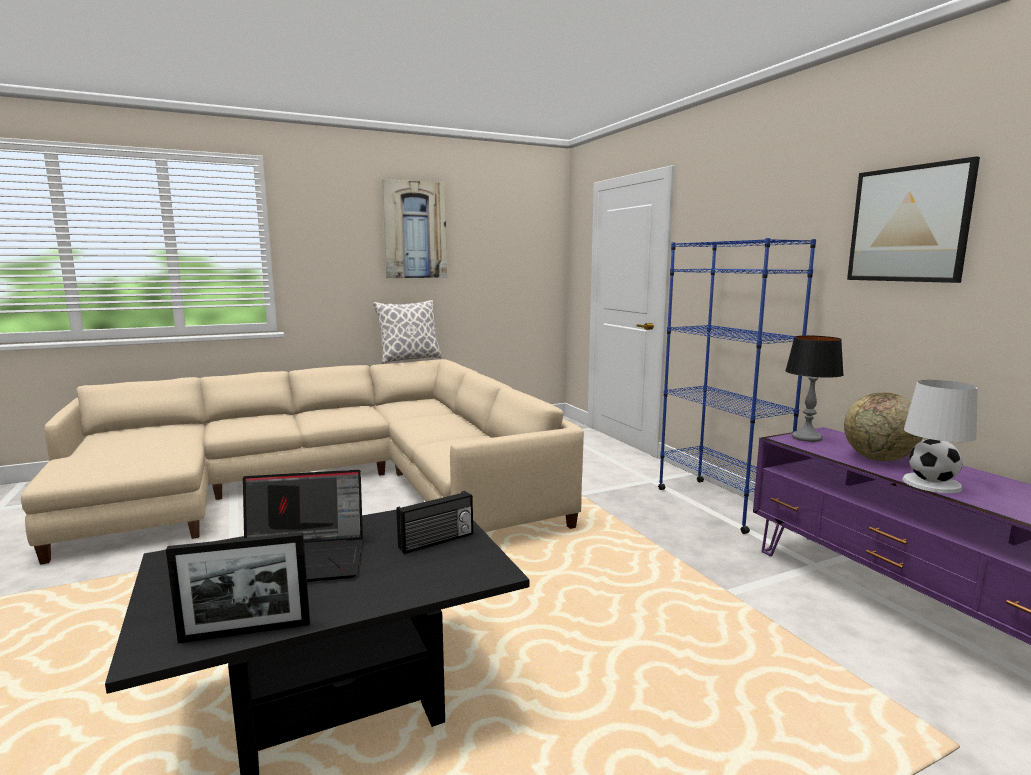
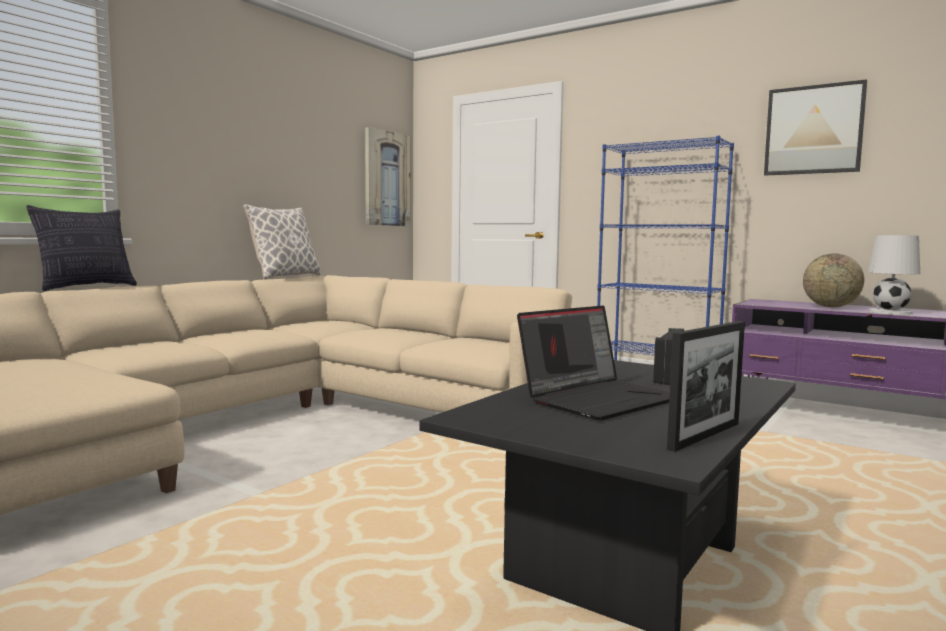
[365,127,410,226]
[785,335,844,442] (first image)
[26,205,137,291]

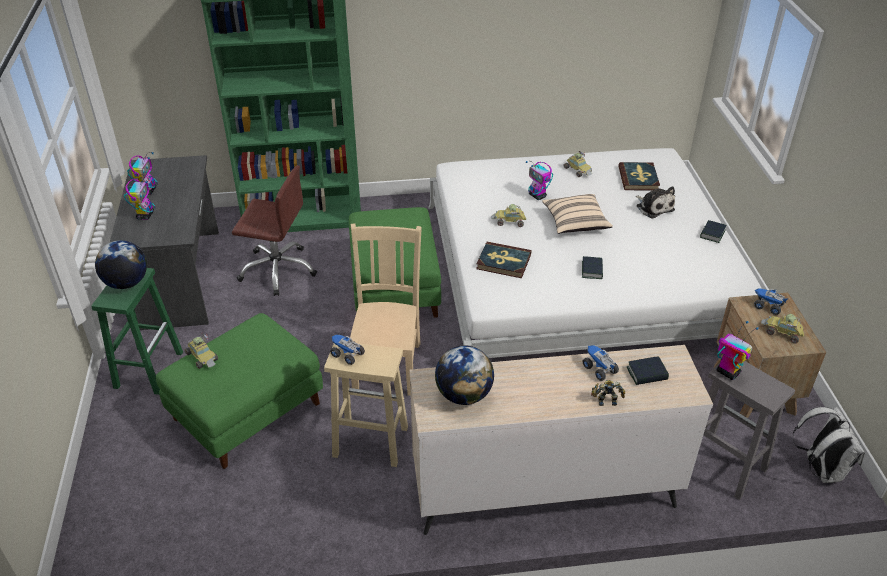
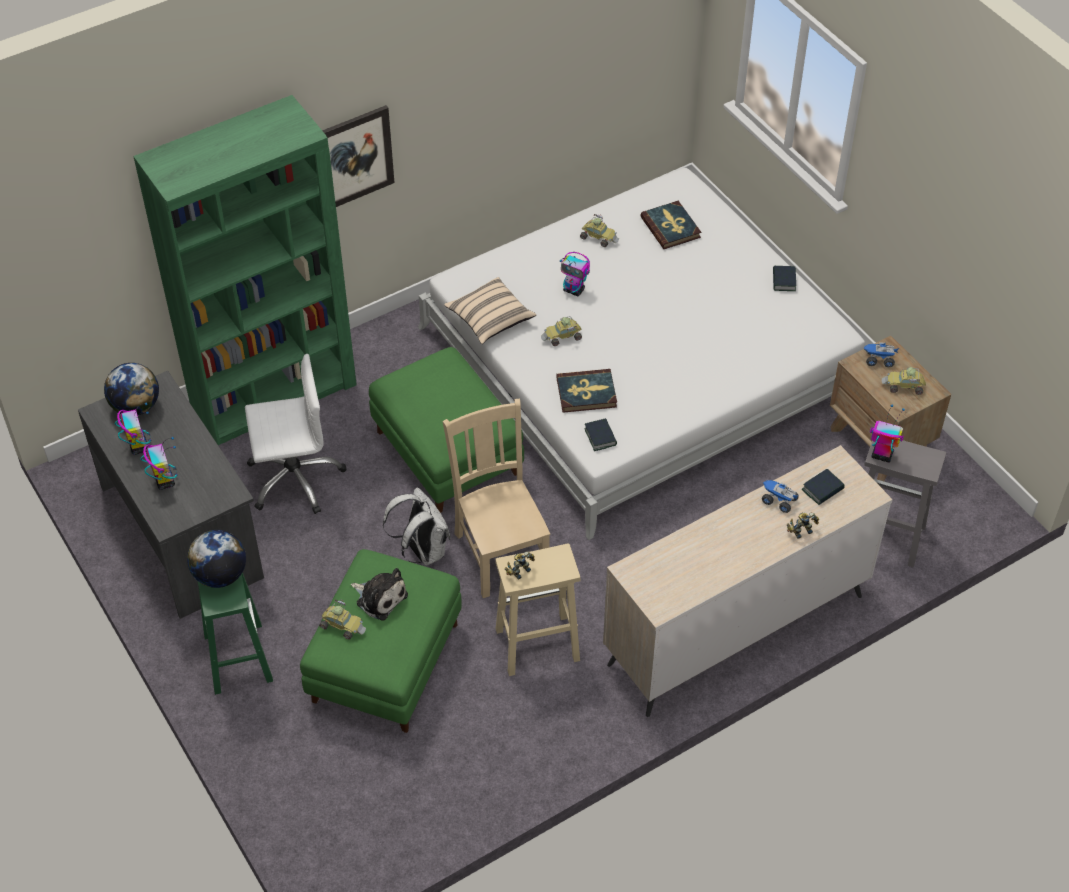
[245,354,346,514]
[505,552,535,579]
[104,363,159,415]
[444,277,536,344]
[584,418,617,451]
[351,568,408,621]
[383,487,451,566]
[322,105,394,207]

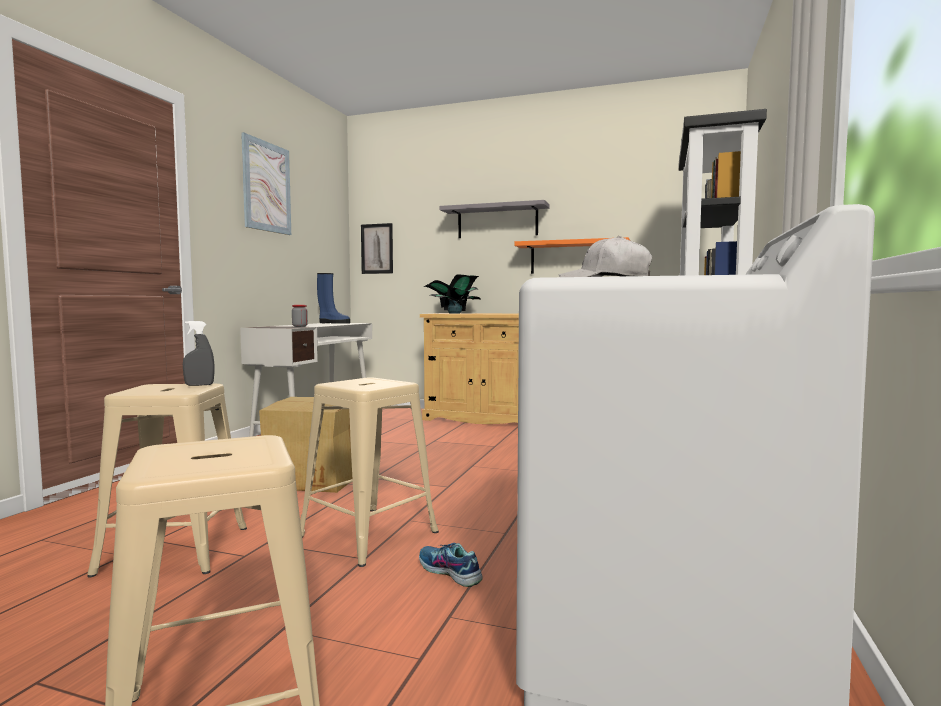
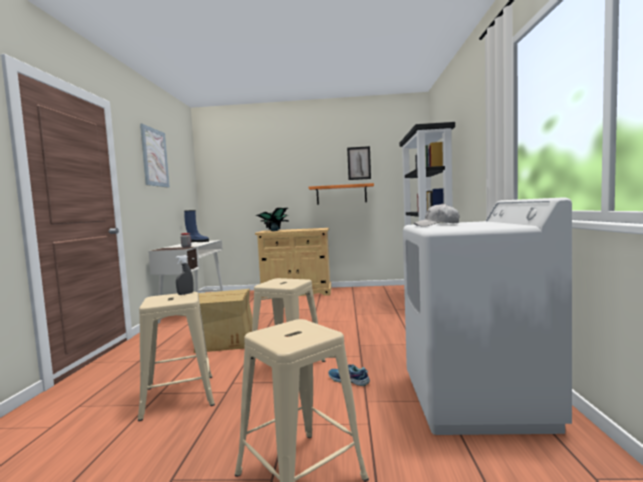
[347,146,371,180]
[440,200,550,238] (first image)

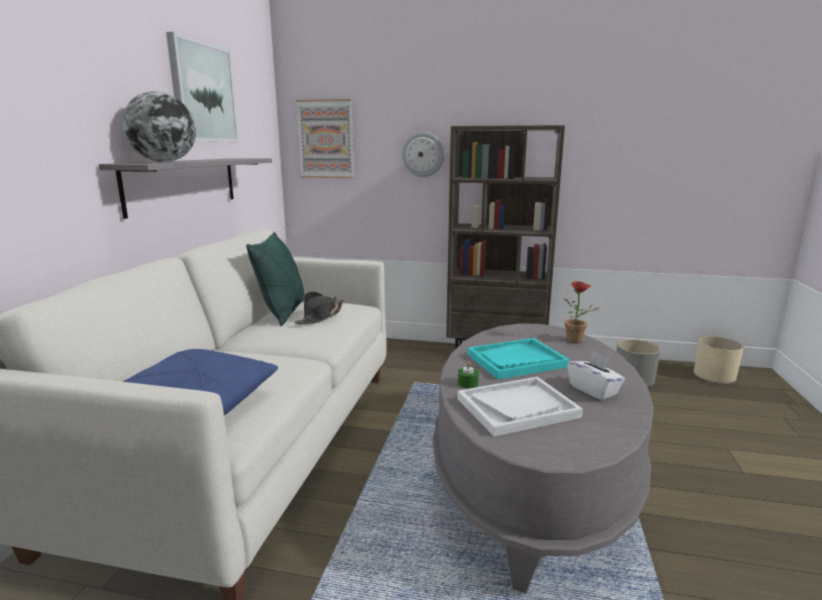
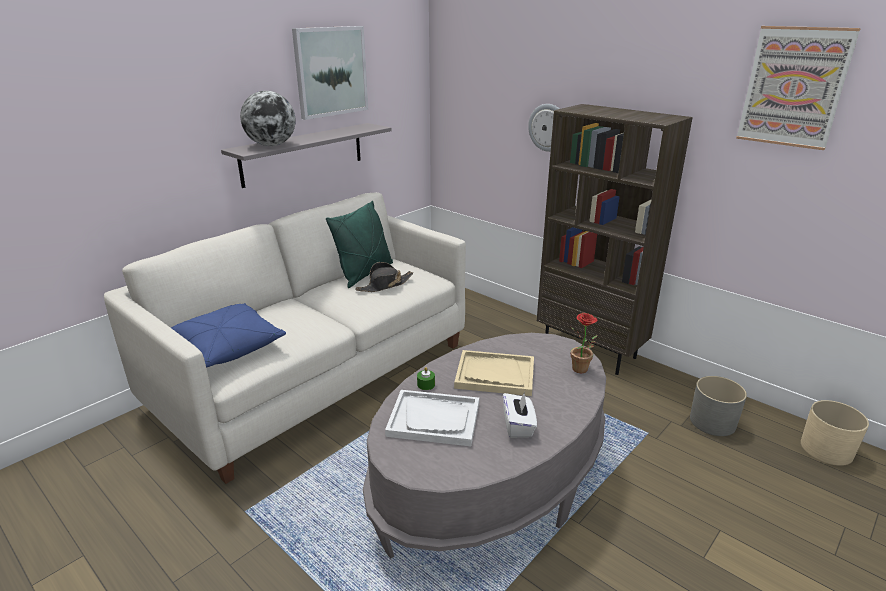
[736,26,861,150]
[454,350,534,396]

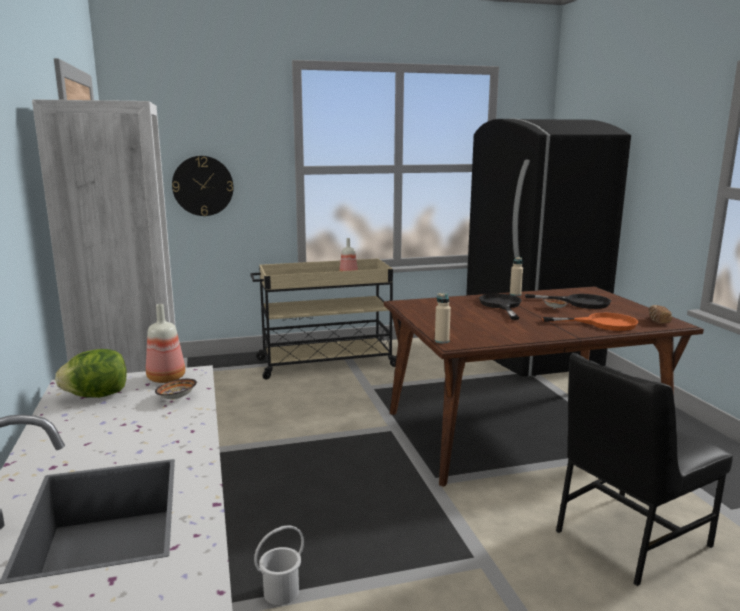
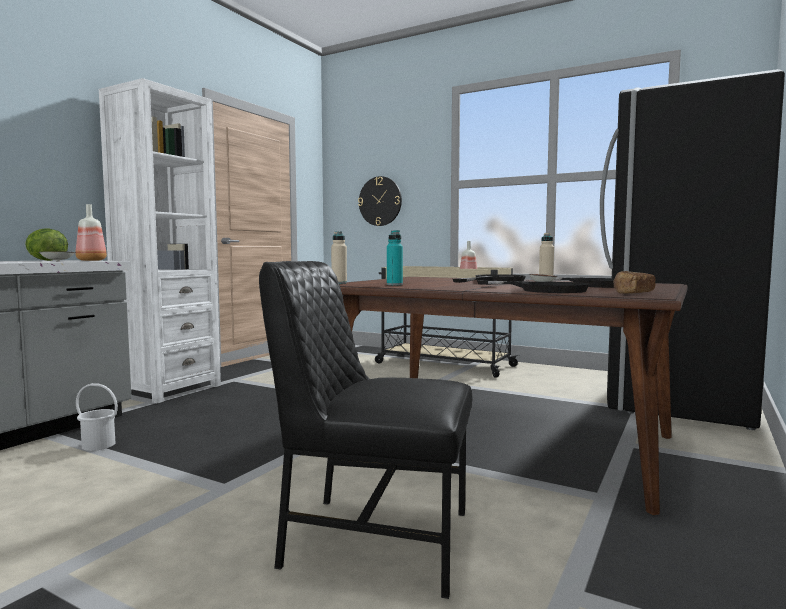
[477,280,589,293]
[387,230,403,285]

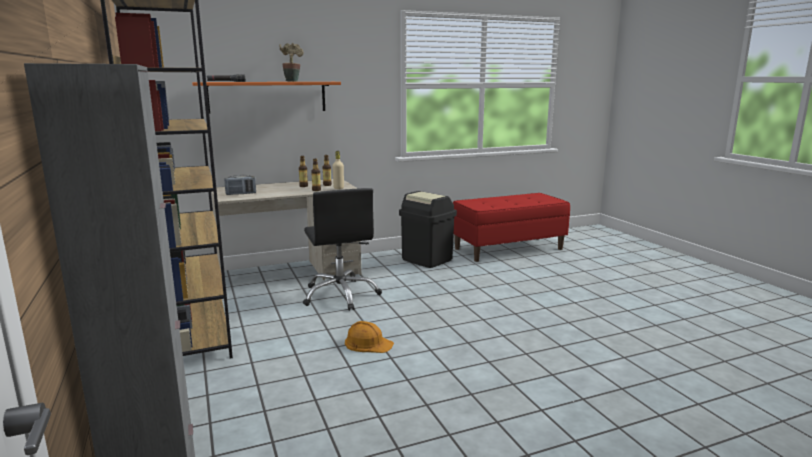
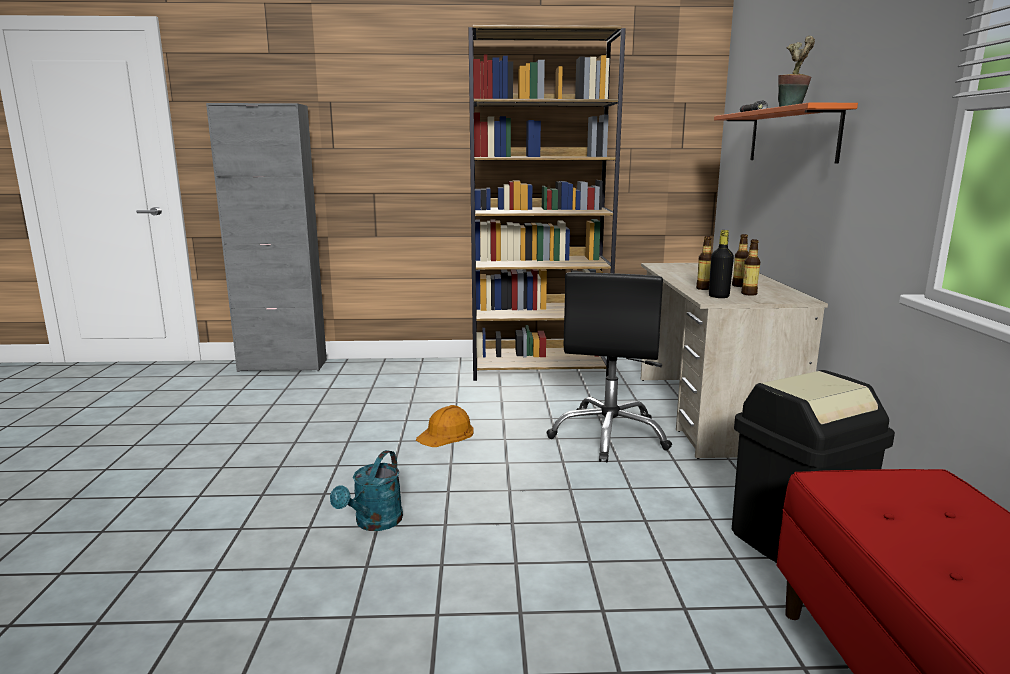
[224,175,256,195] (first image)
[546,272,672,462]
[709,230,734,298]
[330,450,403,531]

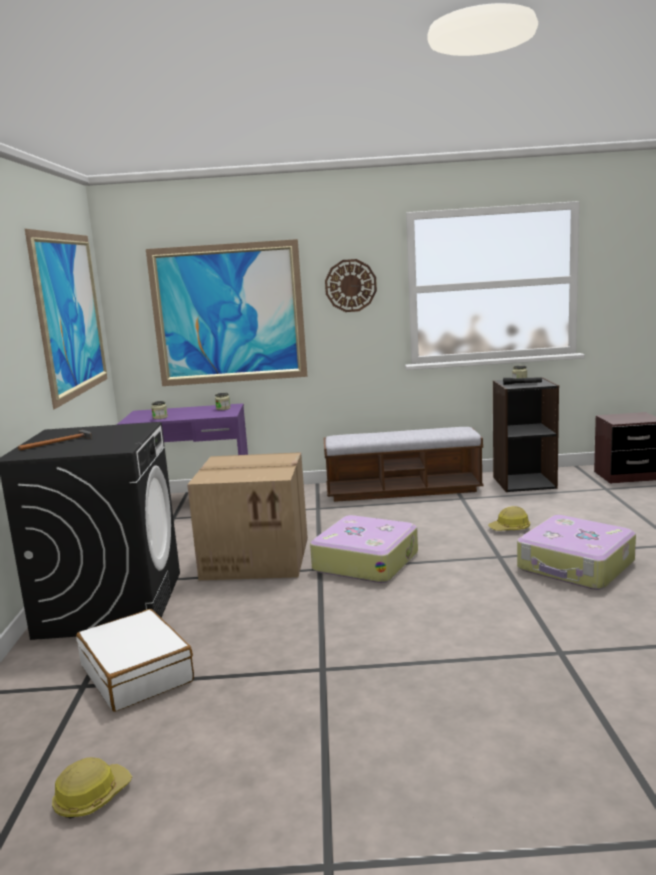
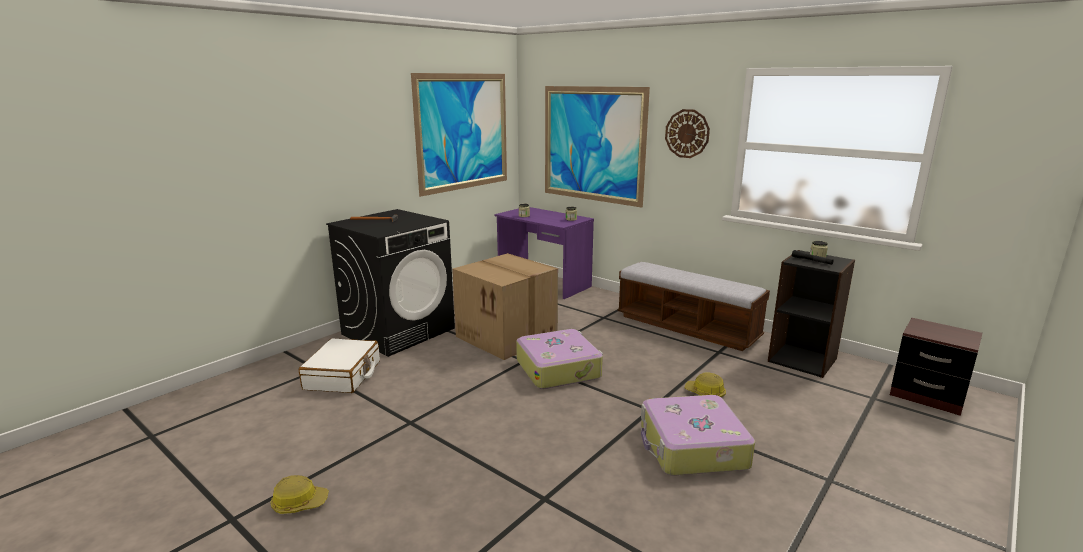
[270,475,329,514]

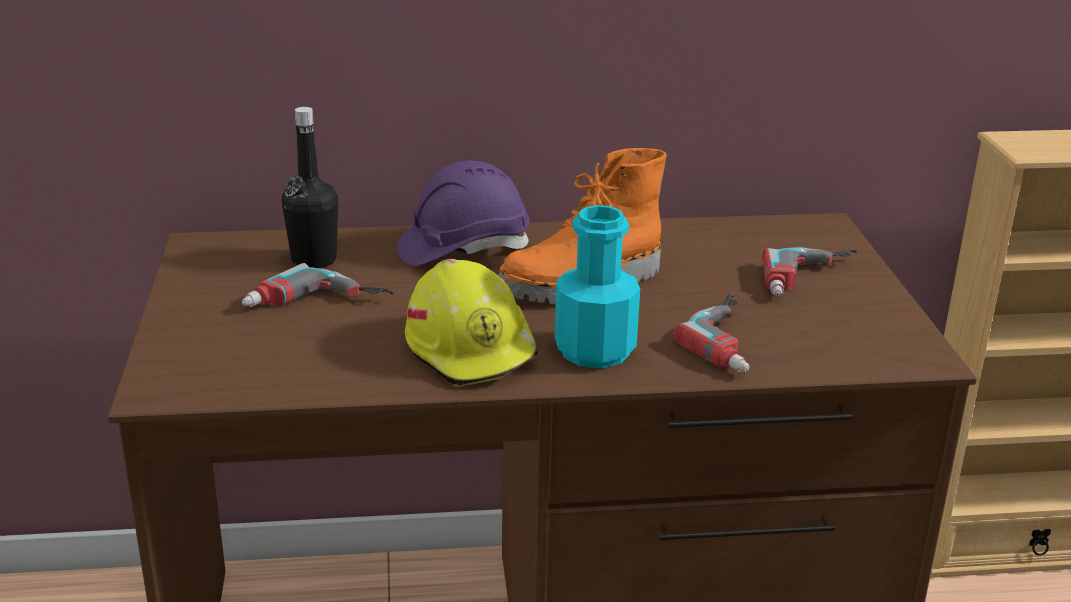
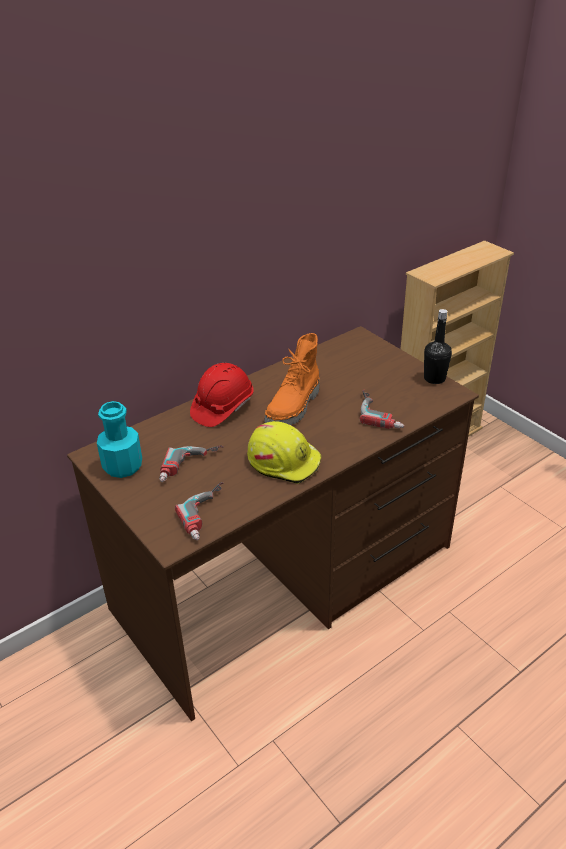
[424,309,452,384]
[190,363,254,427]
[97,401,142,478]
[175,482,224,540]

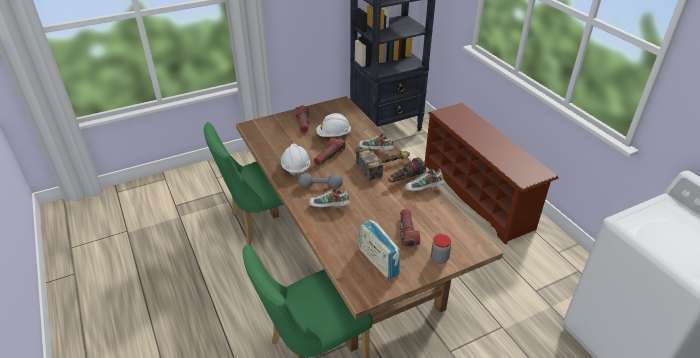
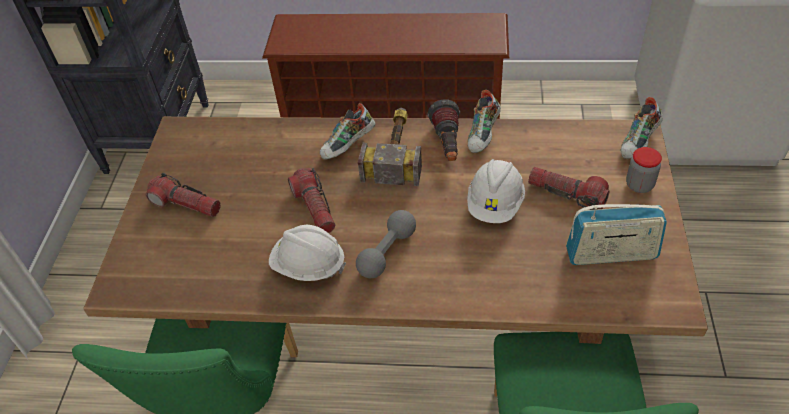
[620,97,663,159]
[467,159,525,223]

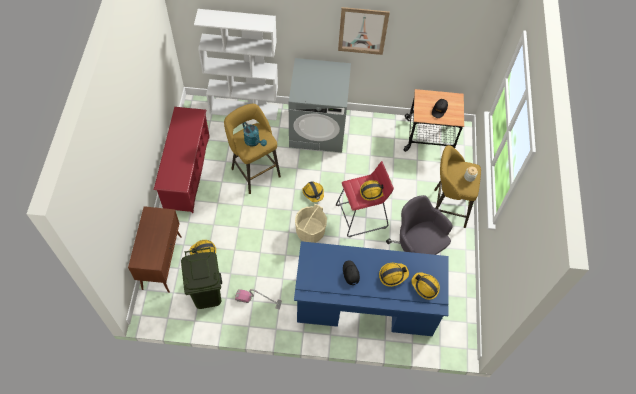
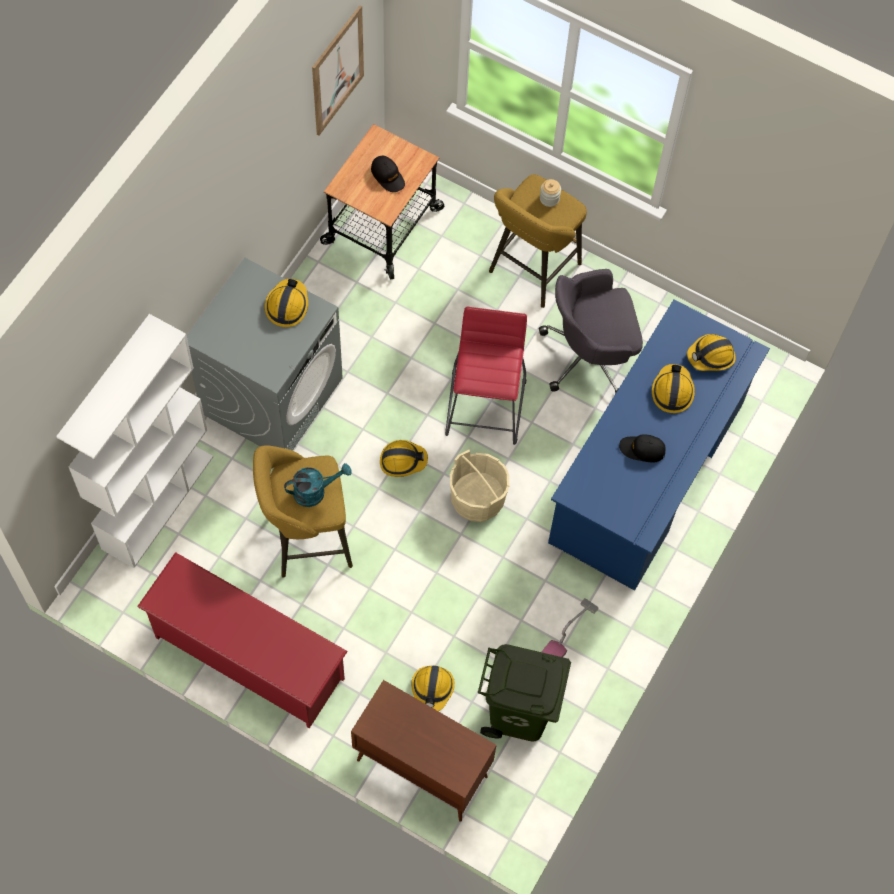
[312,5,364,136]
[265,279,308,327]

